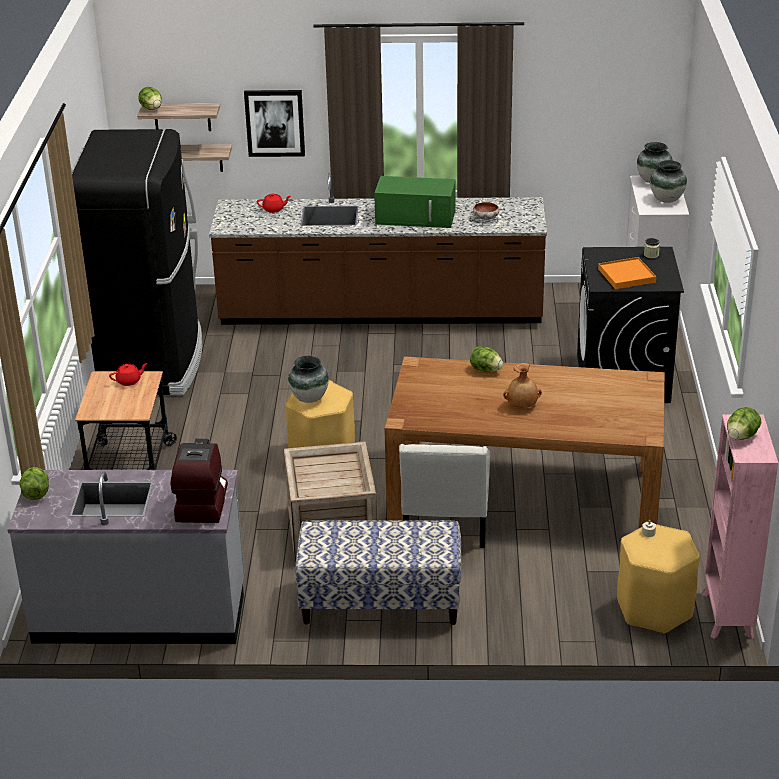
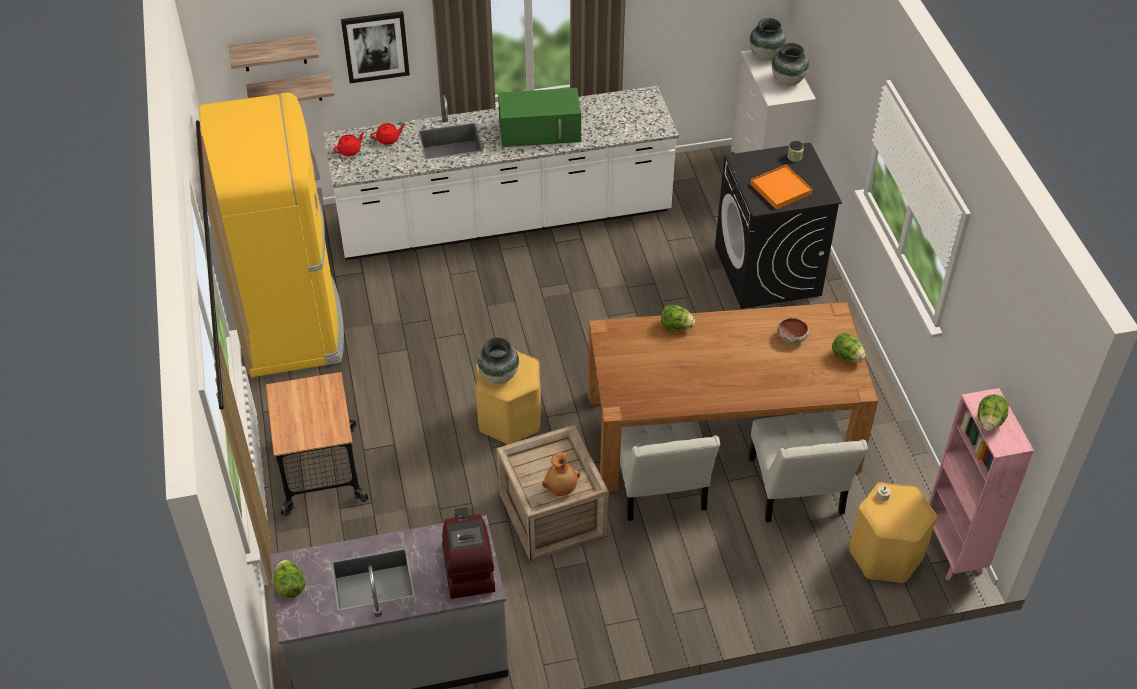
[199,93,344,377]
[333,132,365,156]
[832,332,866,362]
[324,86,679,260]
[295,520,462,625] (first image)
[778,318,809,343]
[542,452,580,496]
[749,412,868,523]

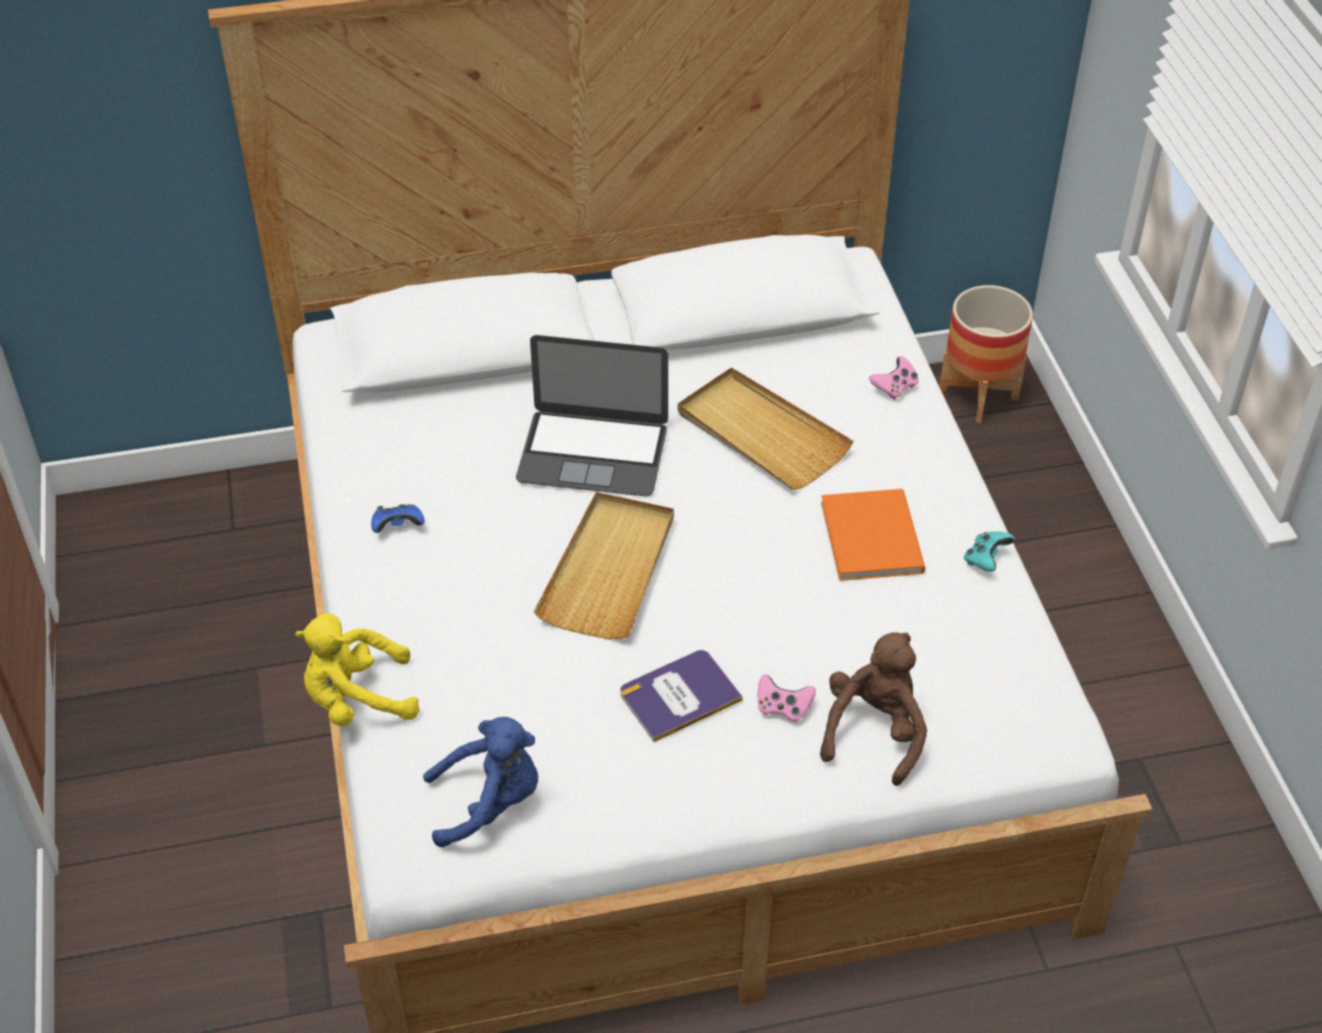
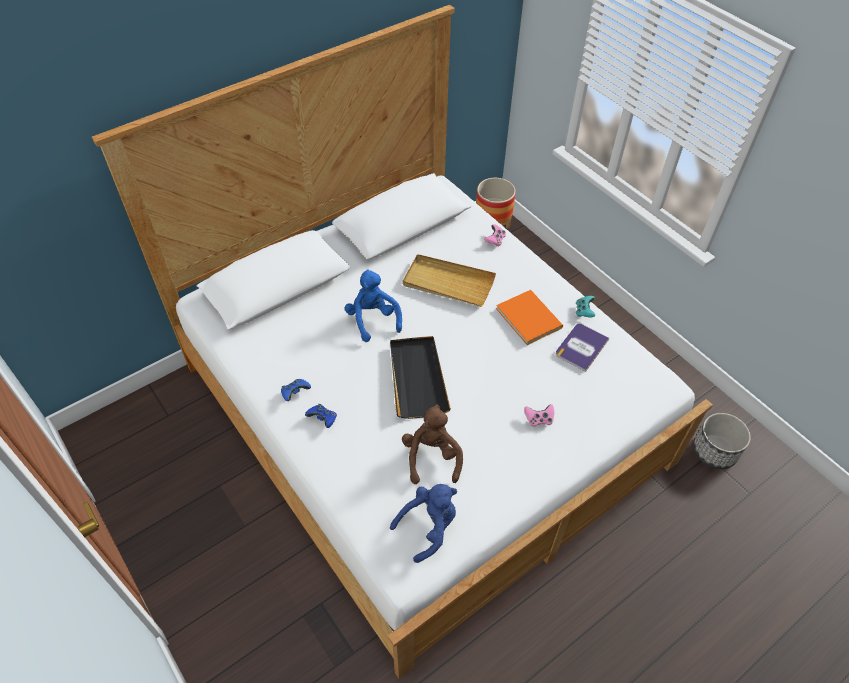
[295,613,419,726] (first image)
[345,269,402,342]
[390,336,451,419]
[556,323,609,372]
[402,404,463,484]
[305,404,337,428]
[693,413,751,469]

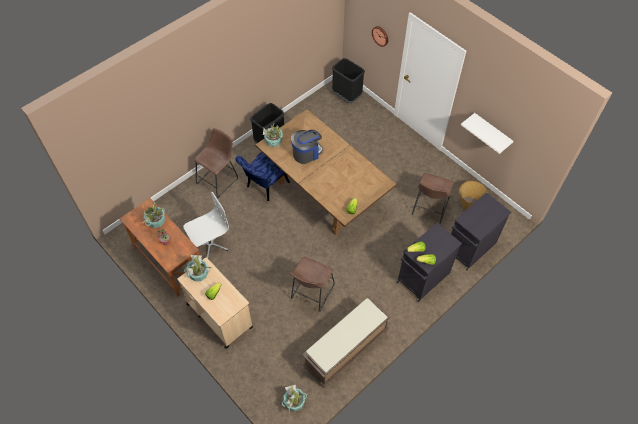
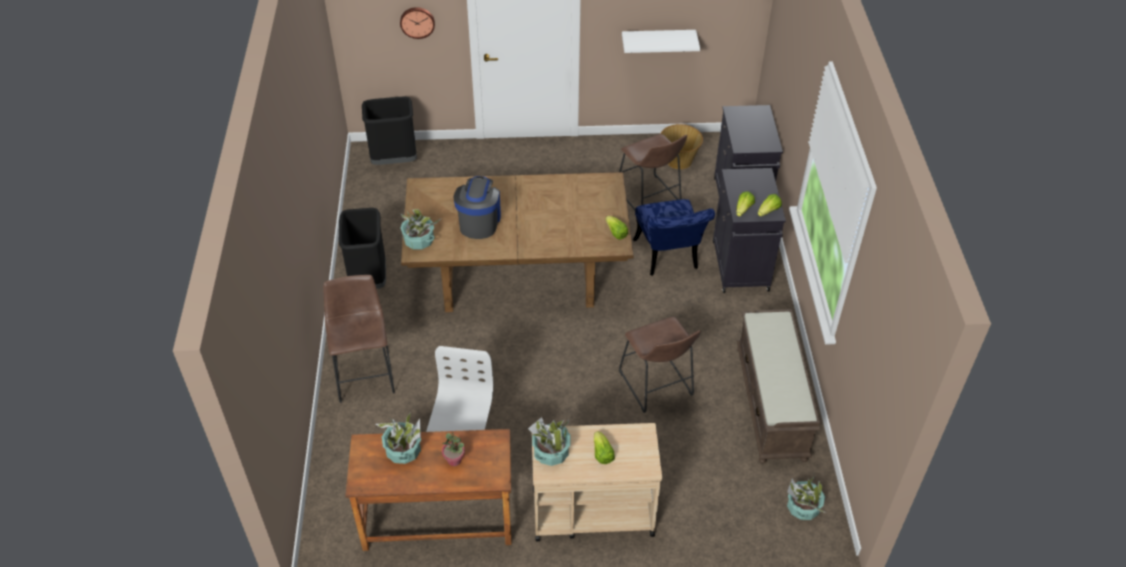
[633,199,715,276]

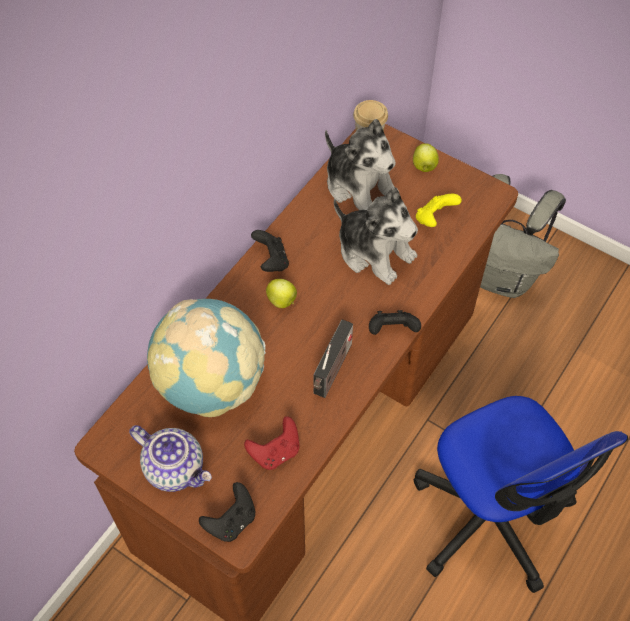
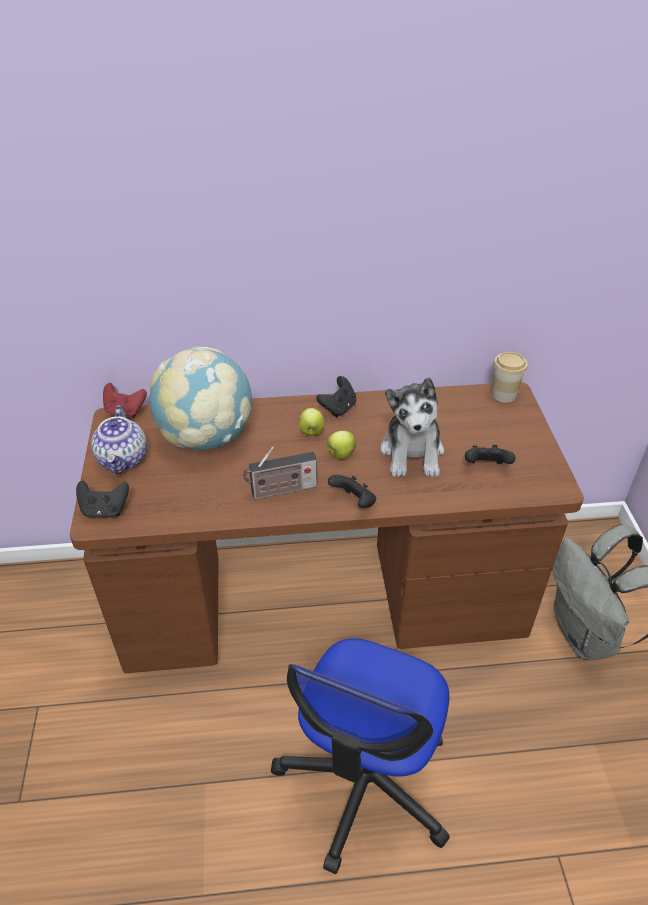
[103,383,147,418]
[325,119,399,210] (first image)
[327,431,356,459]
[465,445,515,464]

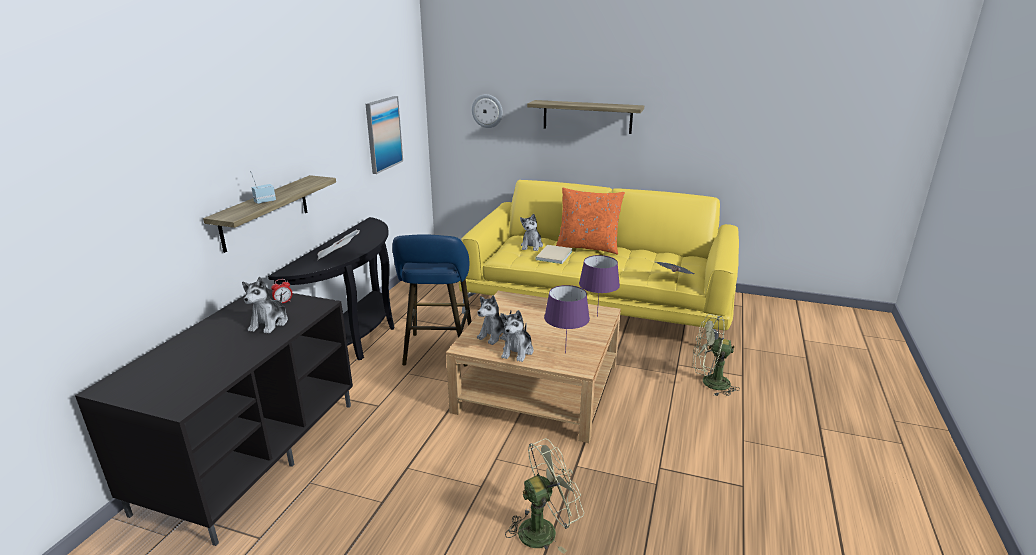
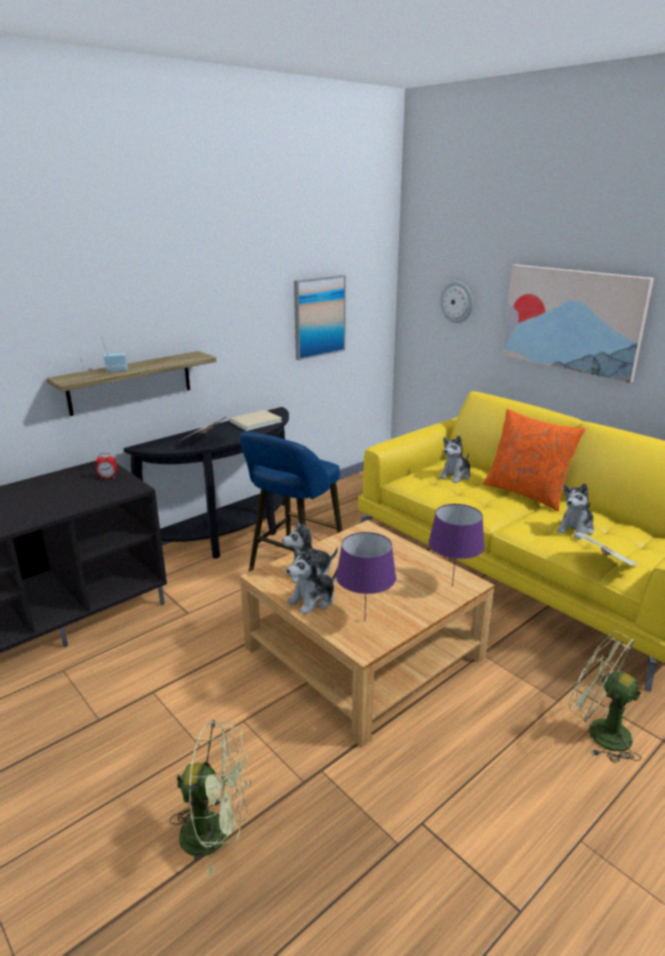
[557,483,594,540]
[502,265,654,383]
[229,410,282,431]

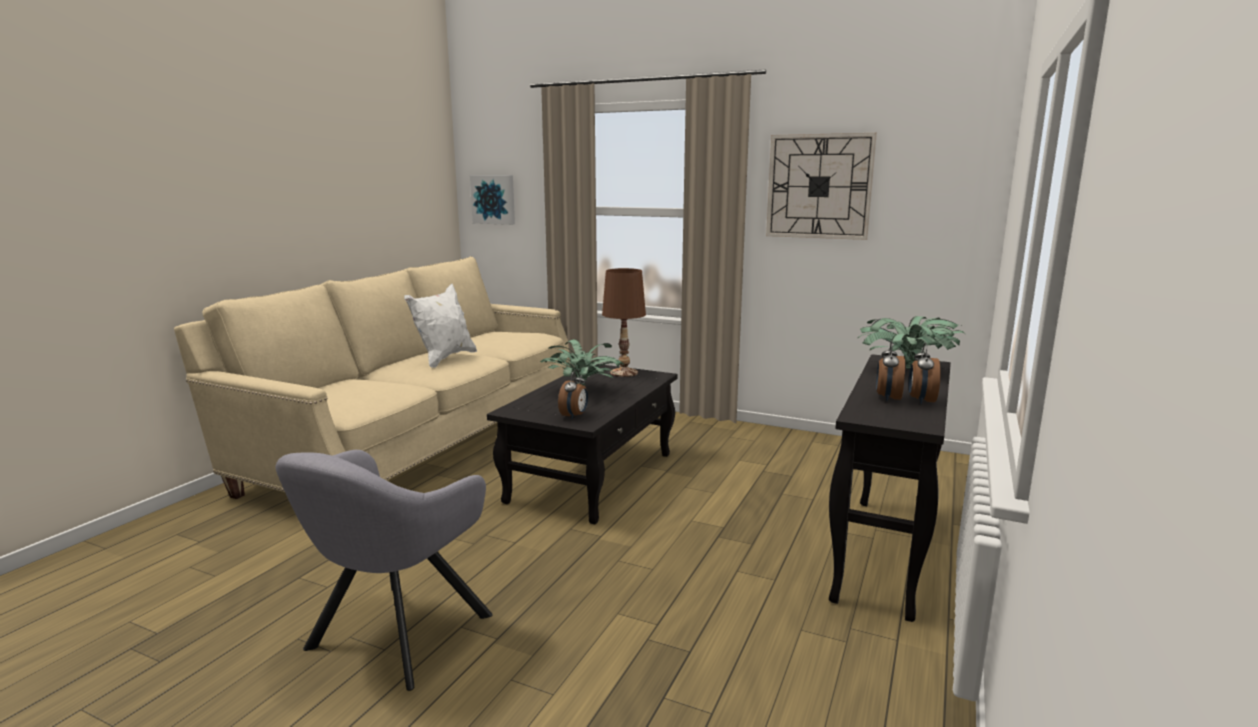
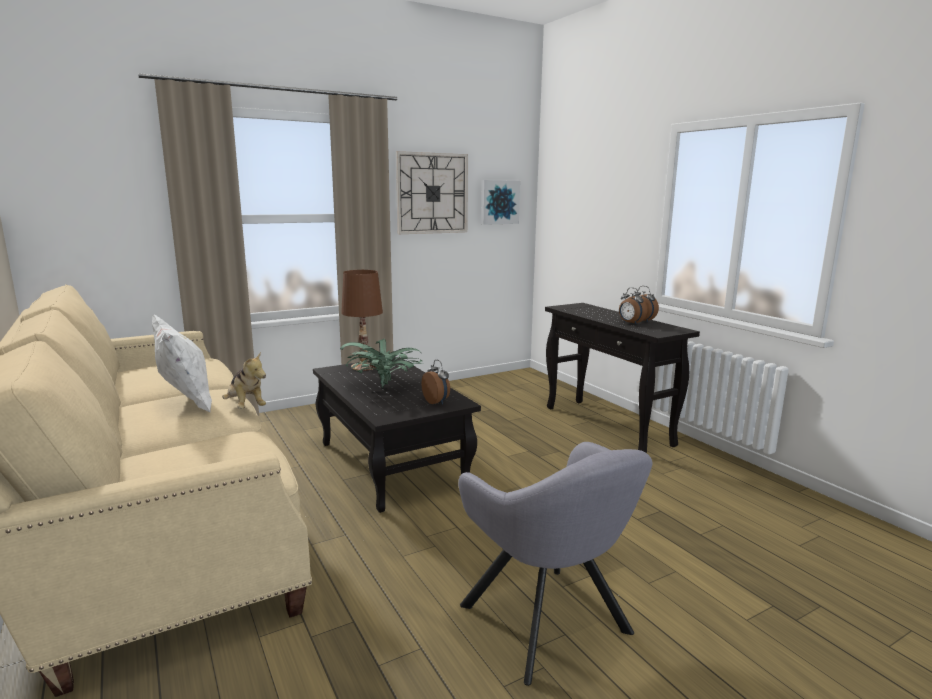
[481,180,520,225]
[858,316,965,369] (first image)
[222,352,266,409]

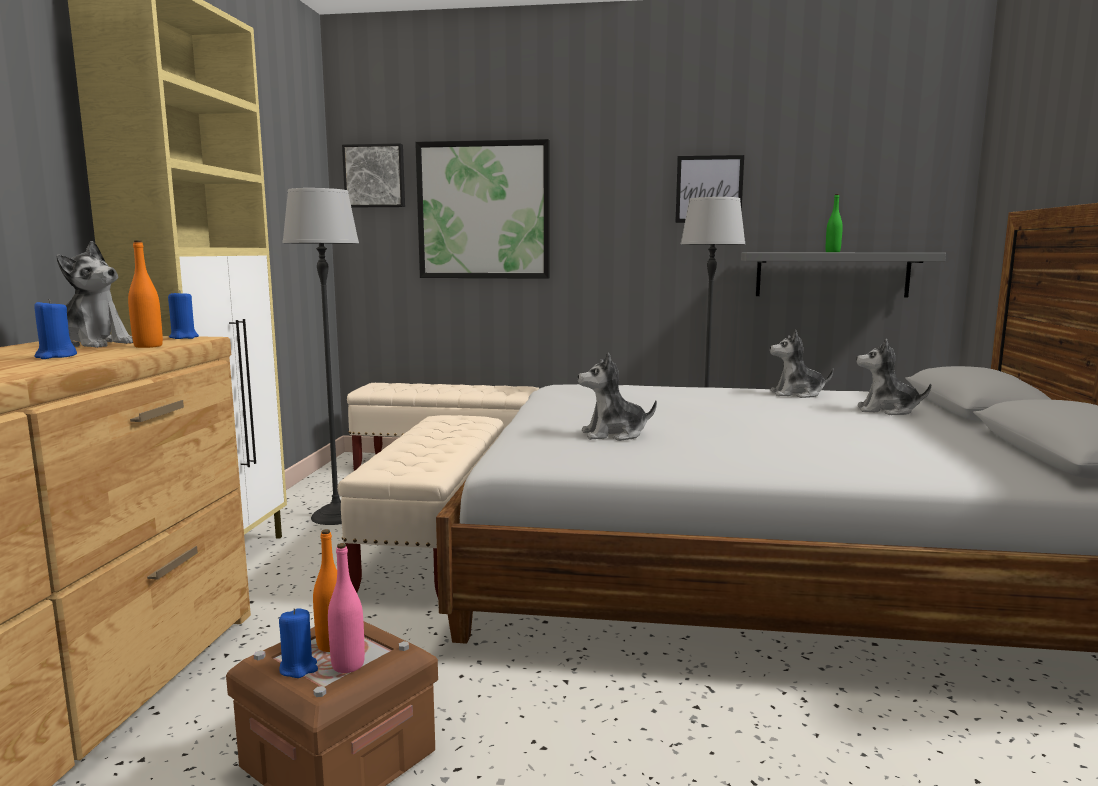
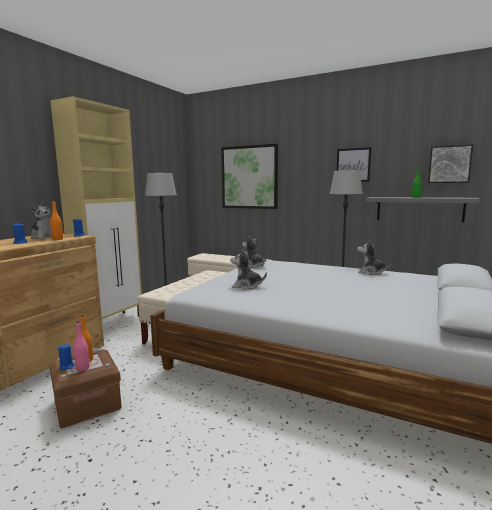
[428,144,473,183]
[242,236,267,268]

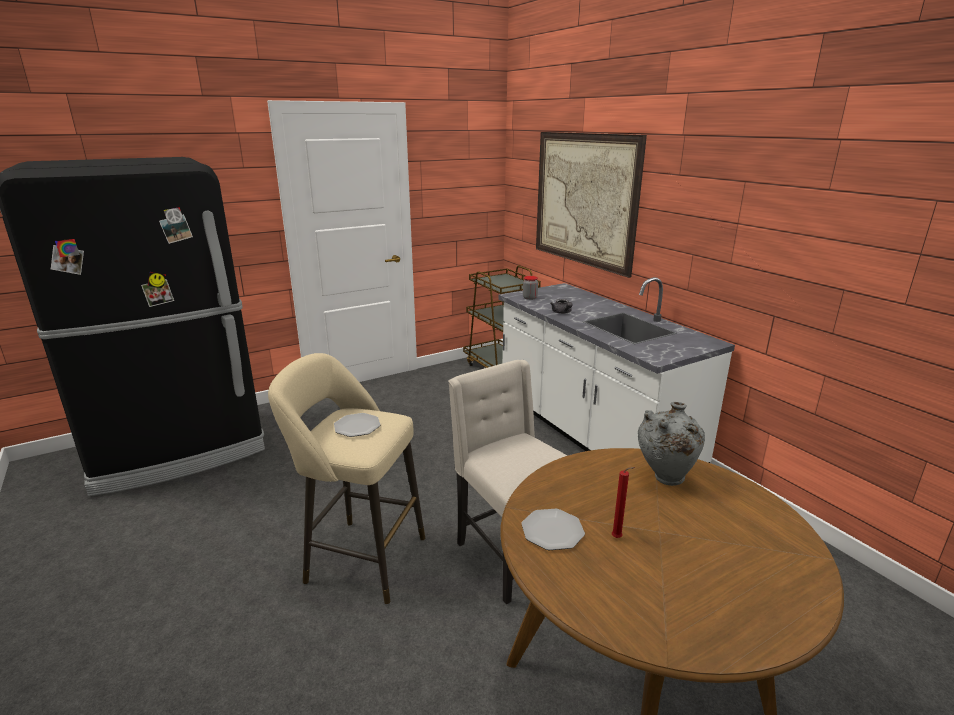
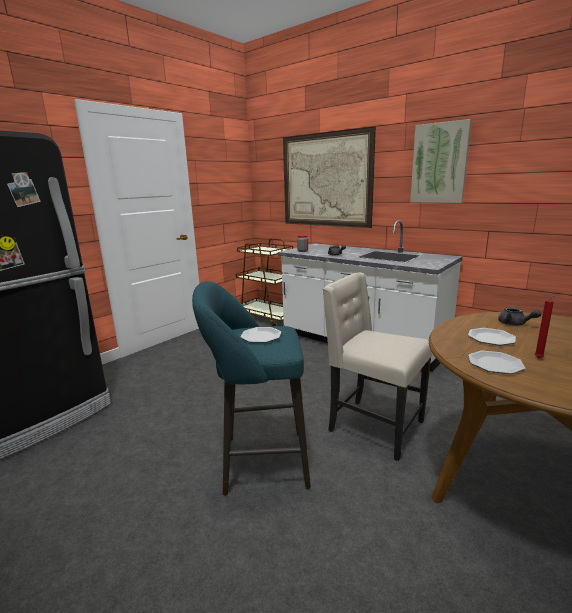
[192,281,311,496]
[498,307,541,326]
[410,119,472,203]
[468,328,516,345]

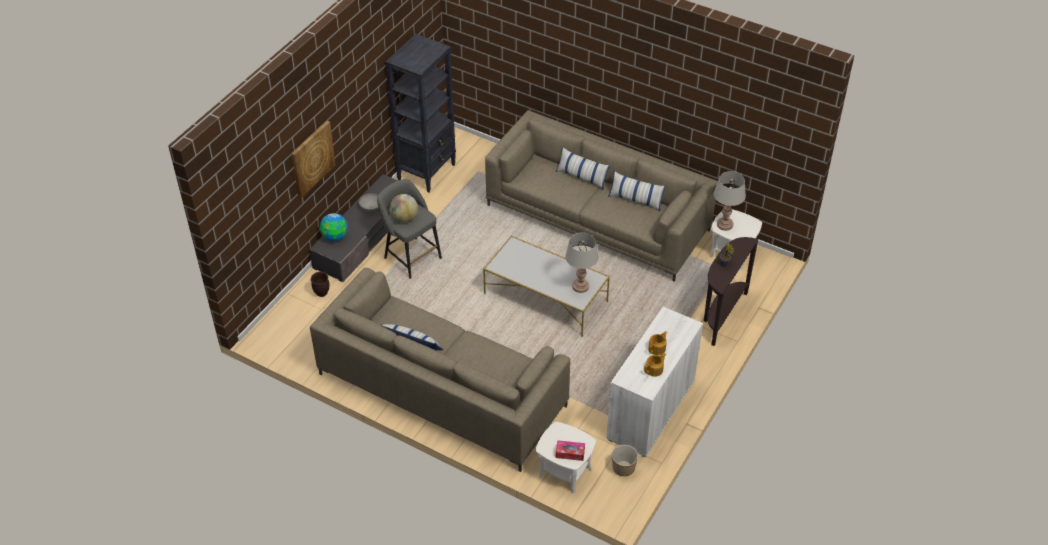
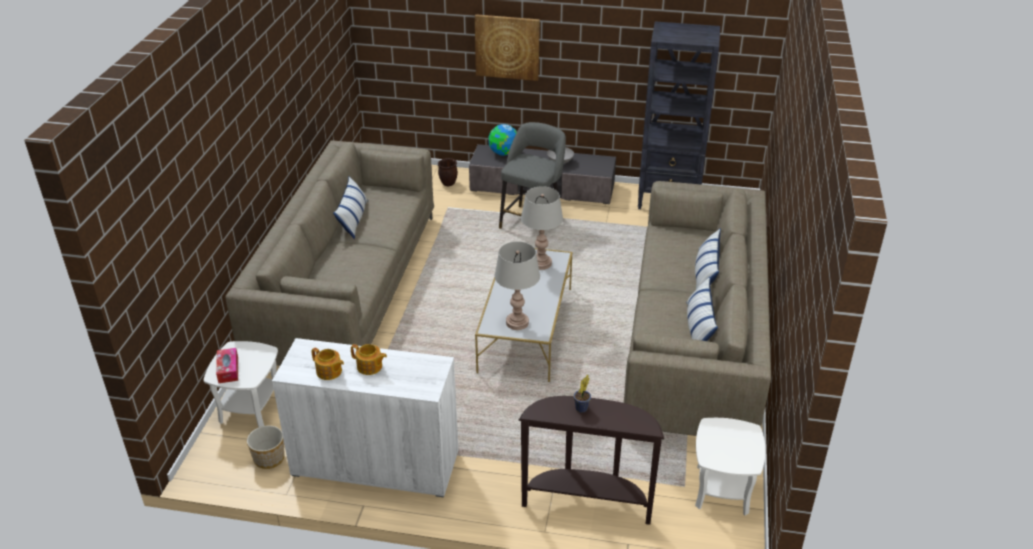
[390,194,418,222] (first image)
[521,186,563,270]

